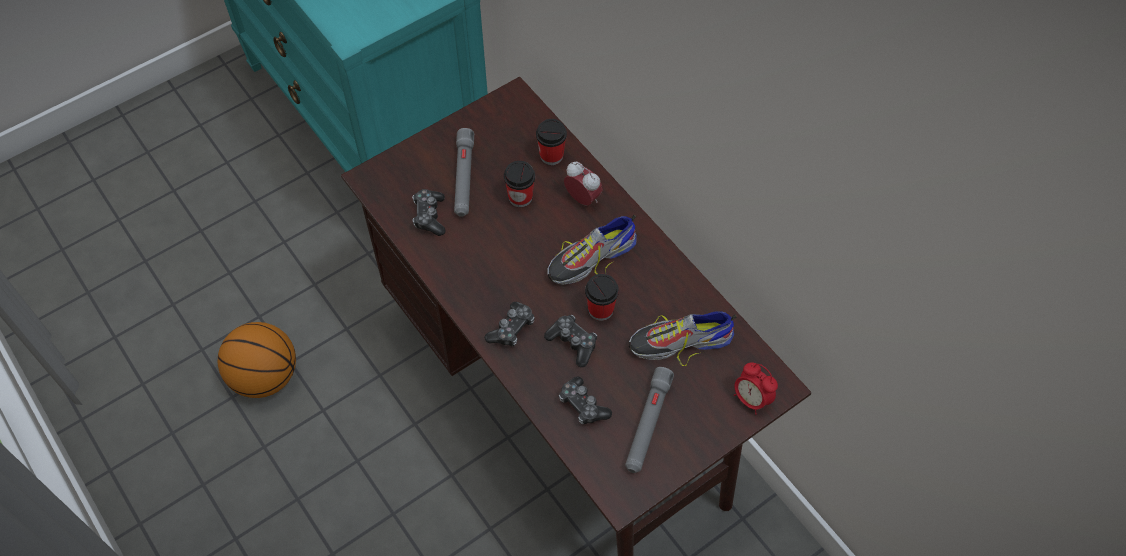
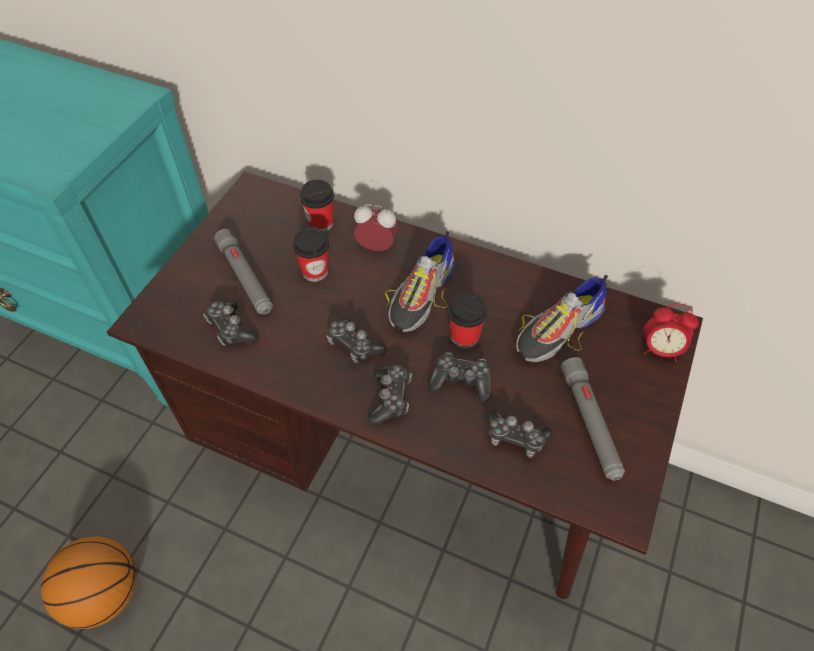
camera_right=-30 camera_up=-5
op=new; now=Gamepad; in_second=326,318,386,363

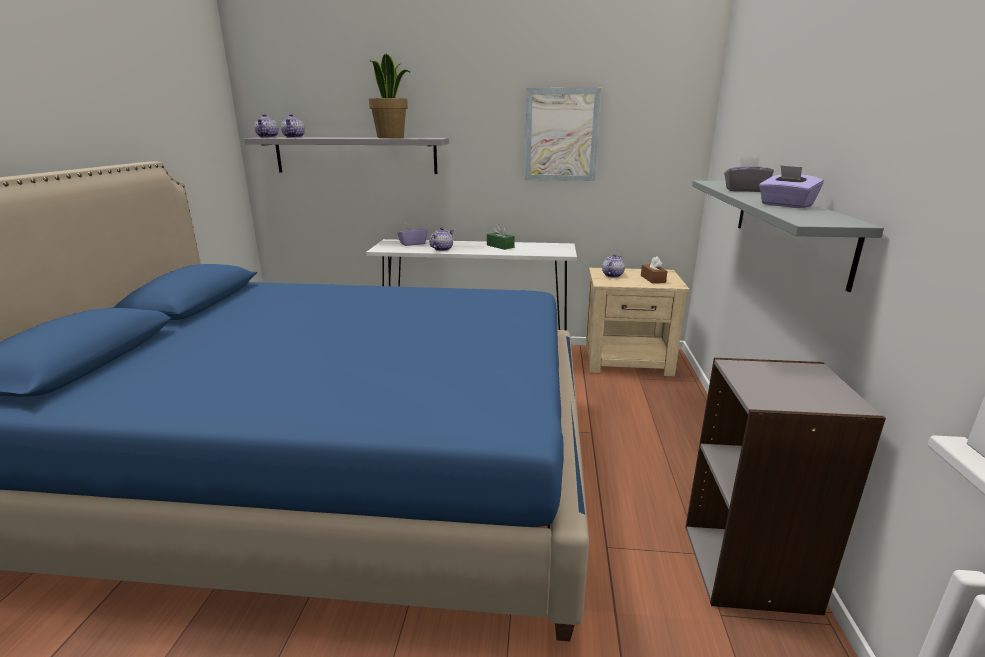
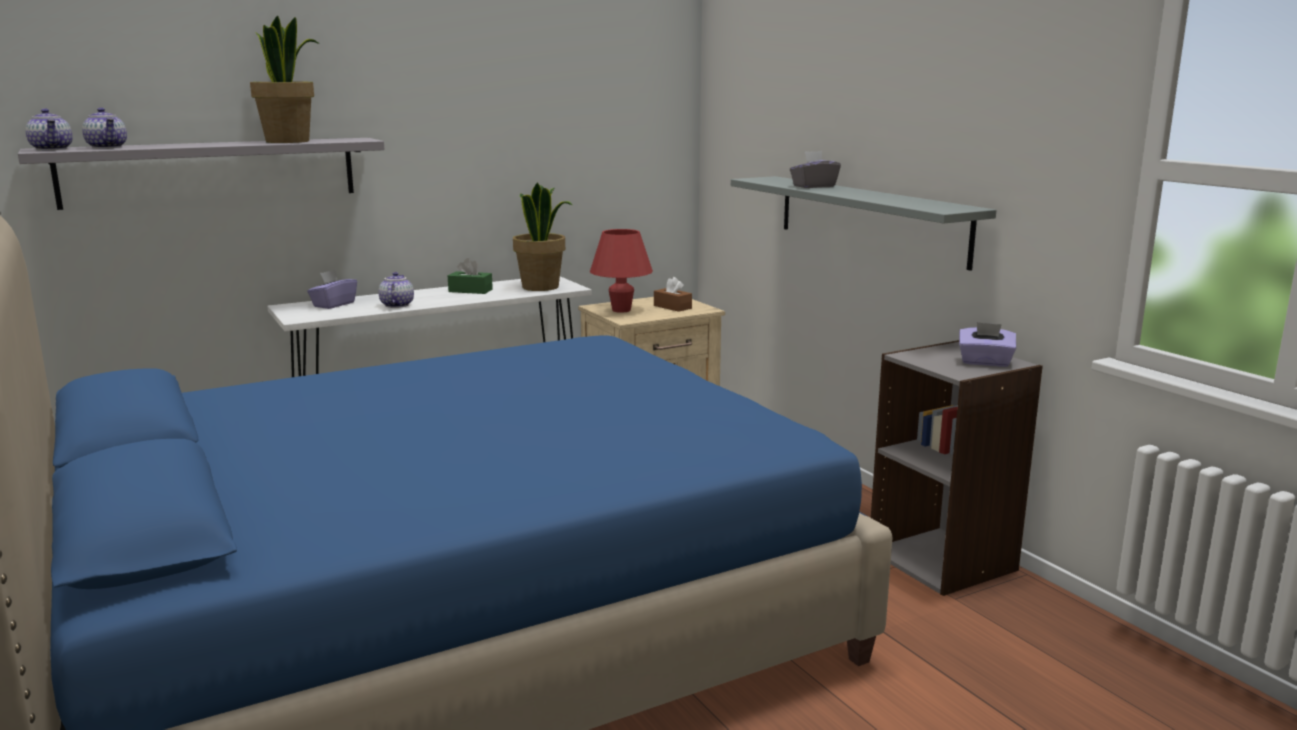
camera_right=-35 camera_up=-5
op=gone; was=Bild; in_first=525,88,601,181
op=new; now=Topfpflanze; in_second=513,183,572,291
op=shifted; was=Taschentuchbox [lila]; in_first=759,165,824,208; in_second=959,322,1016,367
op=swapped; was=Teekanne; now=Tischlampe [rot]; in_first=602,254,625,277; in_second=590,229,653,313

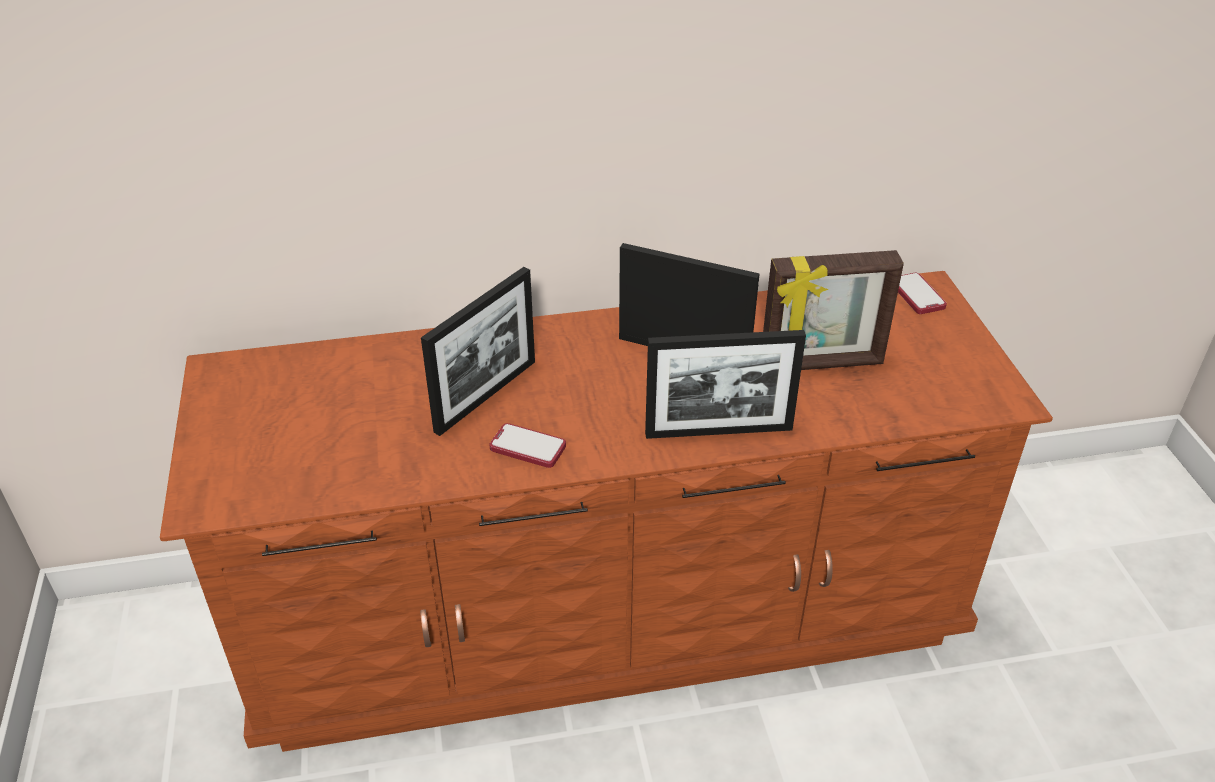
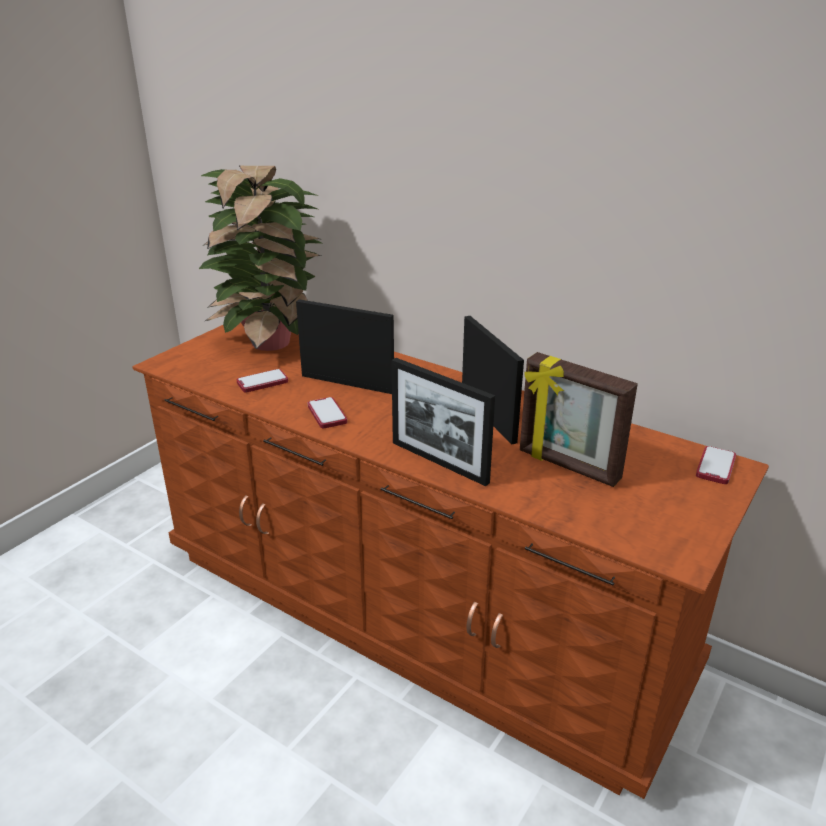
camera_right=45 camera_up=-10
op=new; now=Topfpflanze; in_second=199,166,324,351
op=new; now=Handy; in_second=237,369,288,393
op=rotated; was=Bilderrahmen; in_first=421,267,535,436; in_second=296,299,394,394; clockwise=-150

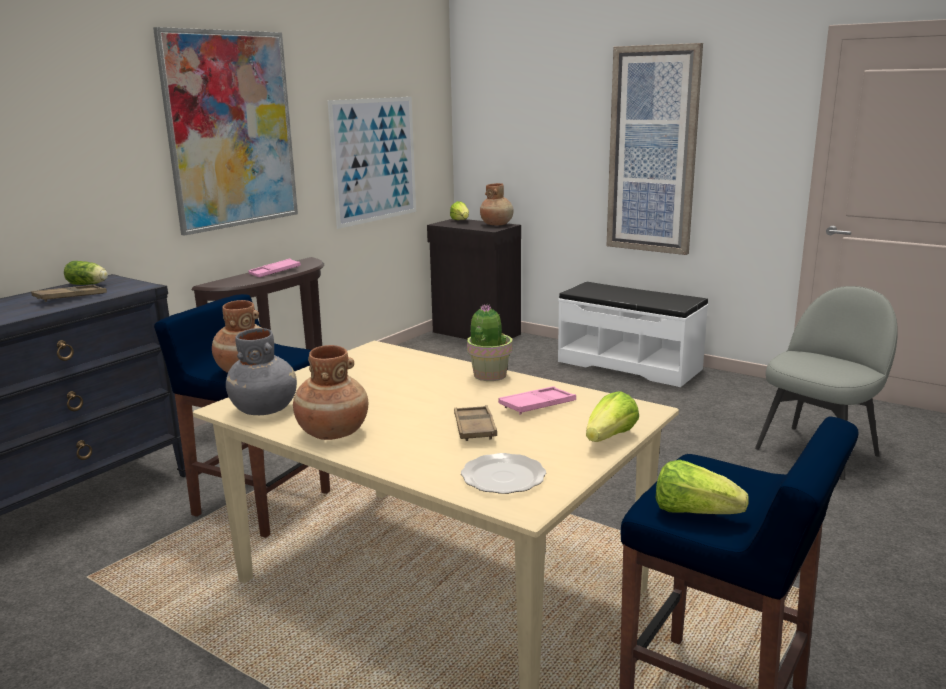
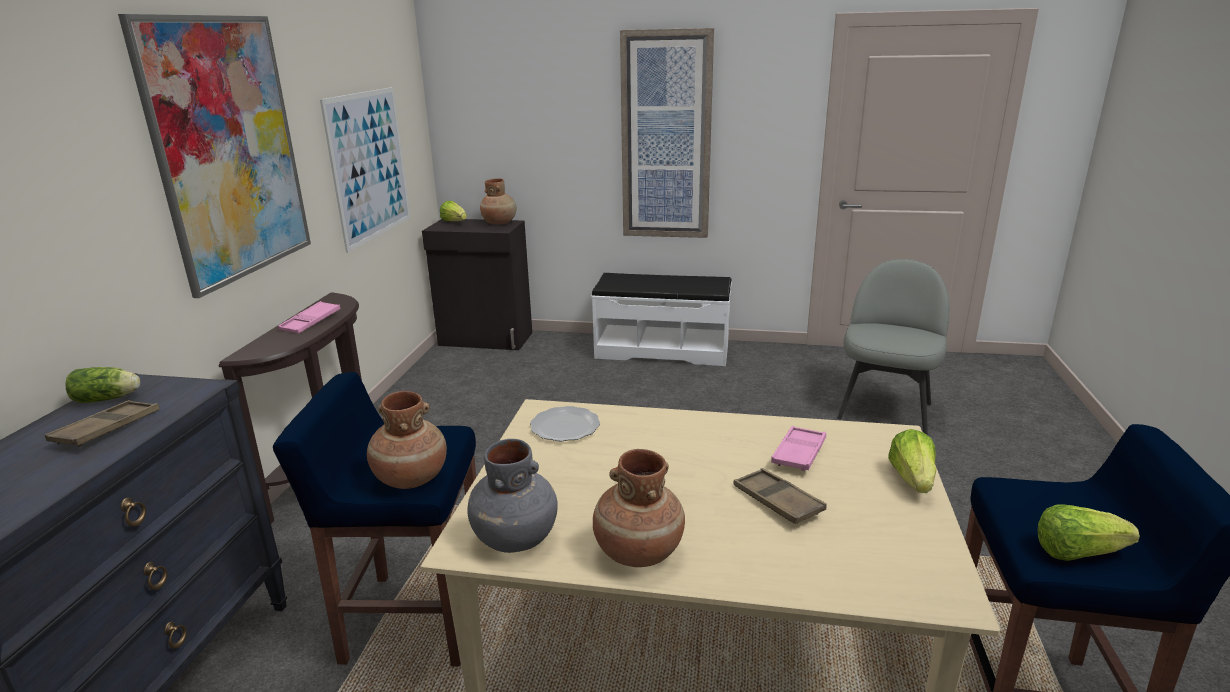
camera_right=-25 camera_up=5
op=gone; was=Topfpflanze; in_first=467,304,512,381
op=shifted; was=Teller; in_first=461,453,546,494; in_second=530,406,600,441

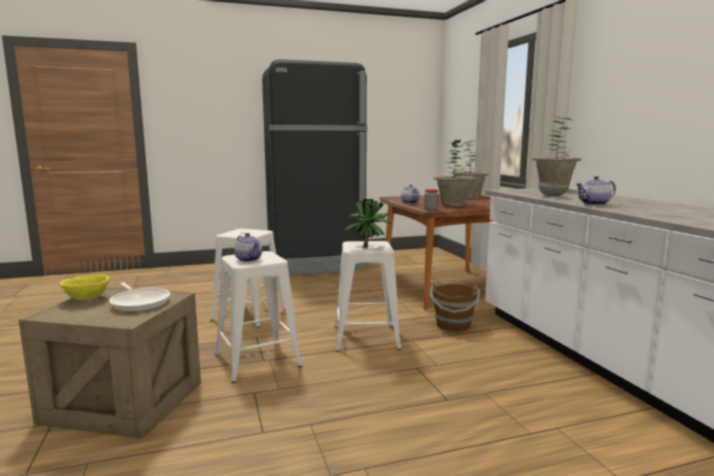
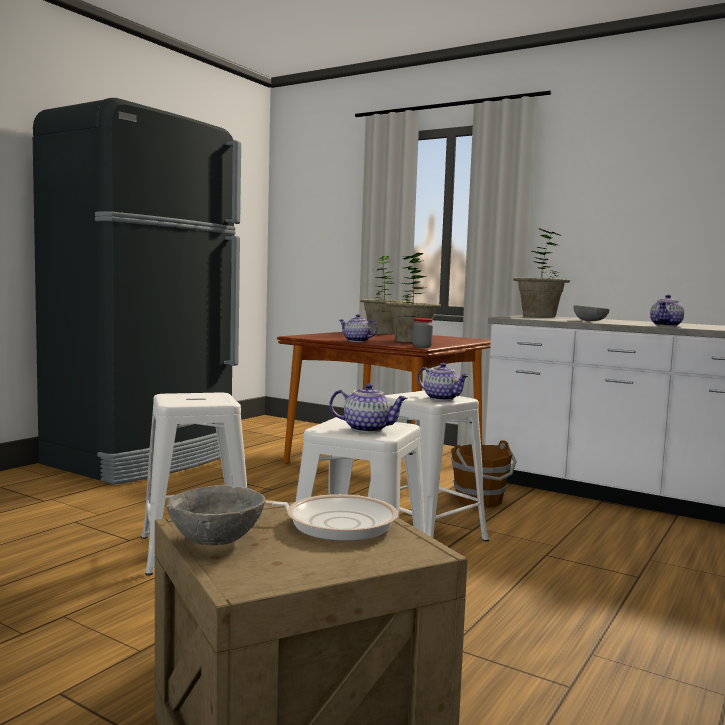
camera_right=-40 camera_up=-5
op=swapped; was=Topfpflanze; now=Teekanne; in_first=344,199,391,248; in_second=418,363,469,401
op=repainted; was=Schüssel [gelb]; now=Schüssel [grau]; in_first=60,274,110,300; in_second=166,485,266,545

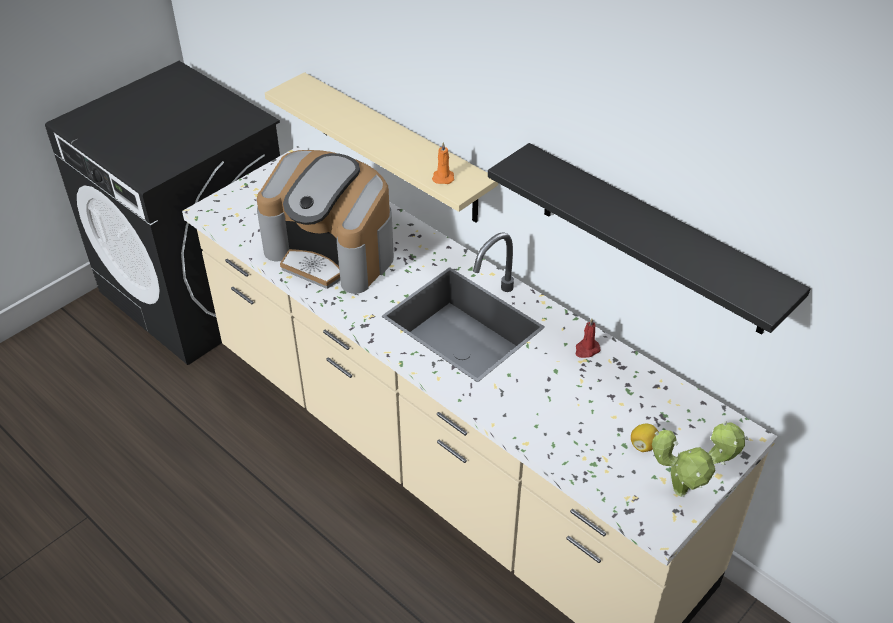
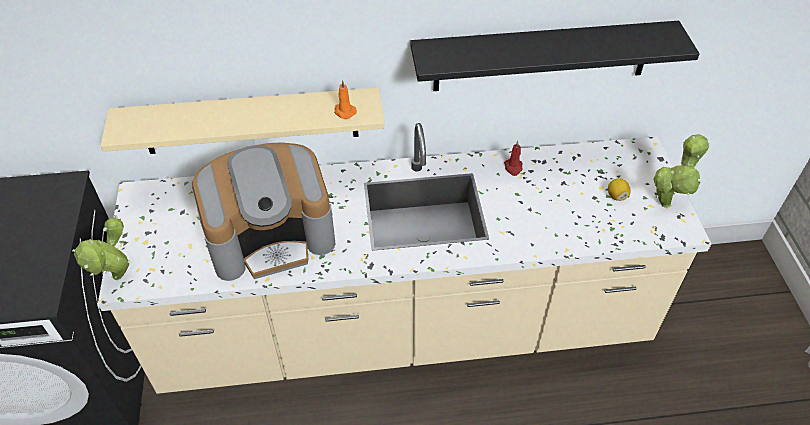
camera_right=-50 camera_up=5
op=new; now=Topfpflanze; in_second=72,215,131,280

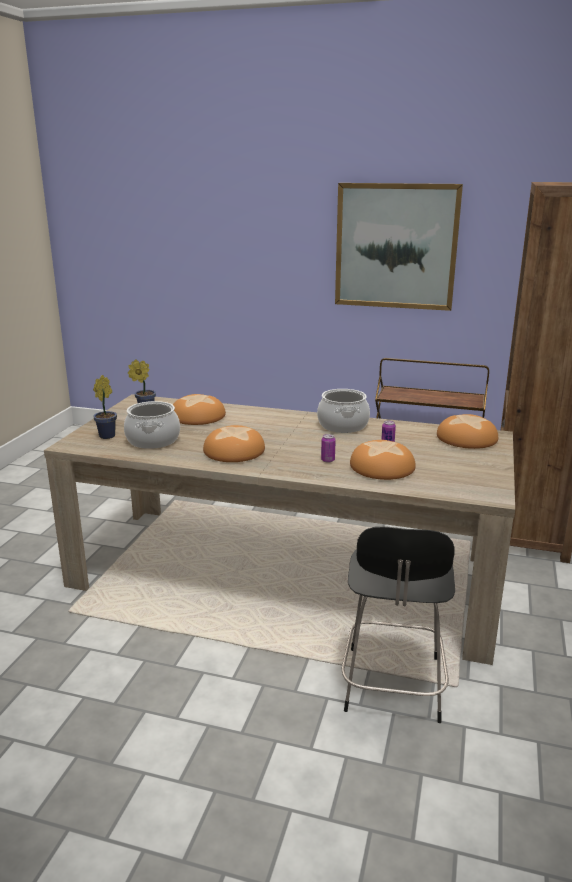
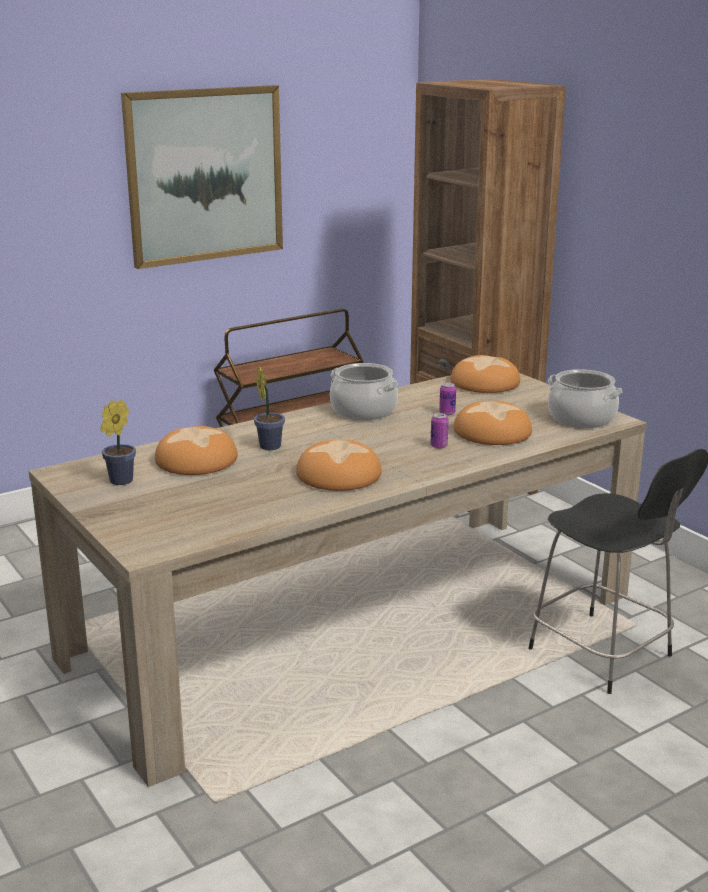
camera_right=-50 camera_up=0
op=shifted; was=Topfpflanze; in_first=93,375,117,439; in_second=254,366,285,450
op=shifted; was=Kochtopf; in_first=124,401,180,449; in_second=548,369,622,428

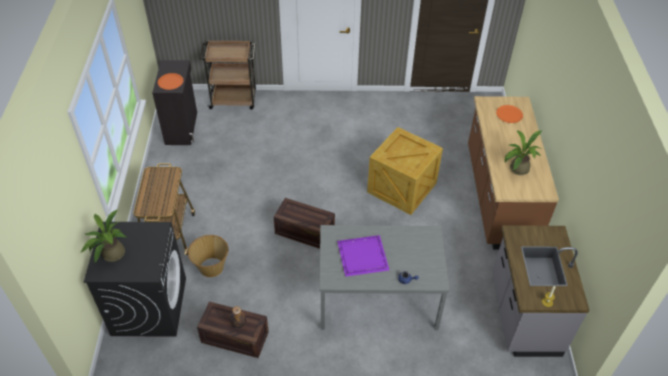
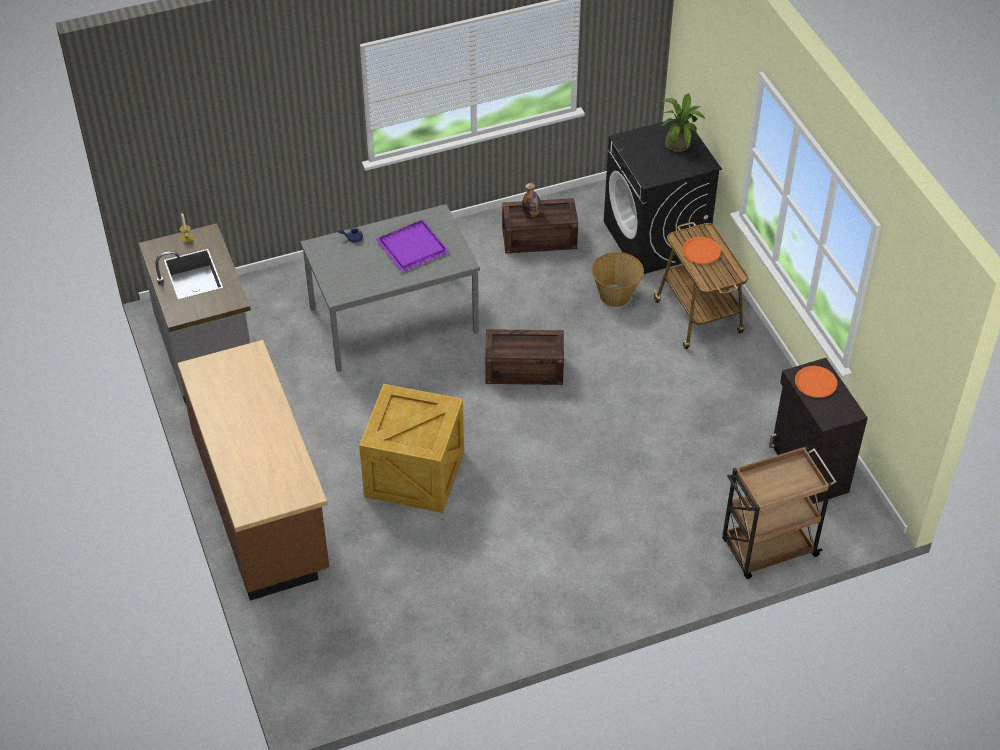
camera_right=160 camera_up=0
op=gone; was=Topfpflanze; in_first=505,130,542,175
op=shifted; was=Teller [orange]; in_first=496,105,523,123; in_second=682,237,721,264

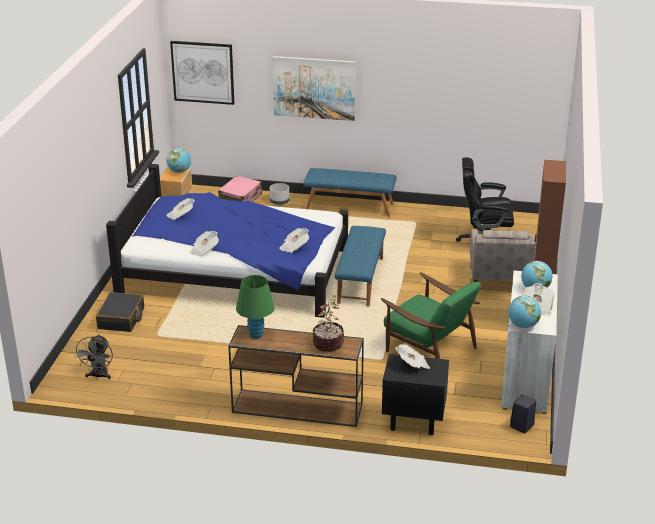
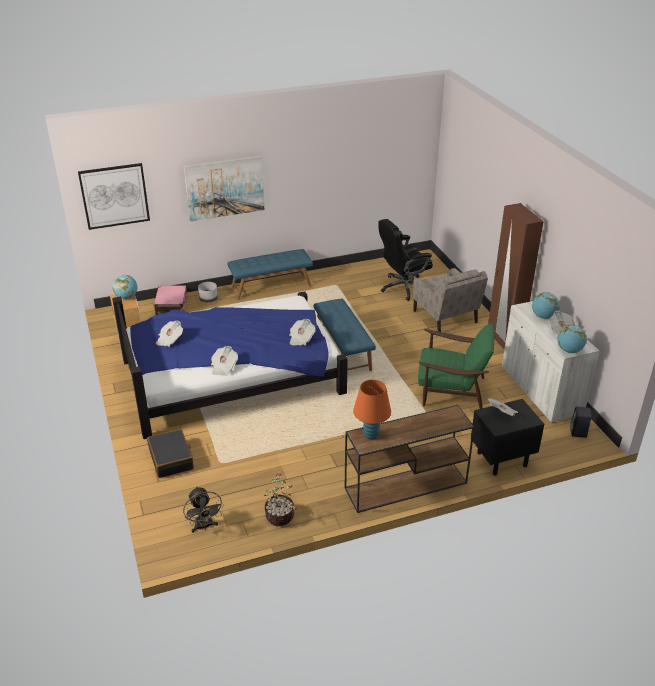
camera_right=-30 camera_up=5
op=shifted; was=Topfpflanze; in_first=313,295,344,352; in_second=264,474,298,526
op=repainted; was=Tischlampe [grün]; now=Tischlampe [orange]; in_first=236,275,275,339; in_second=353,380,391,440

